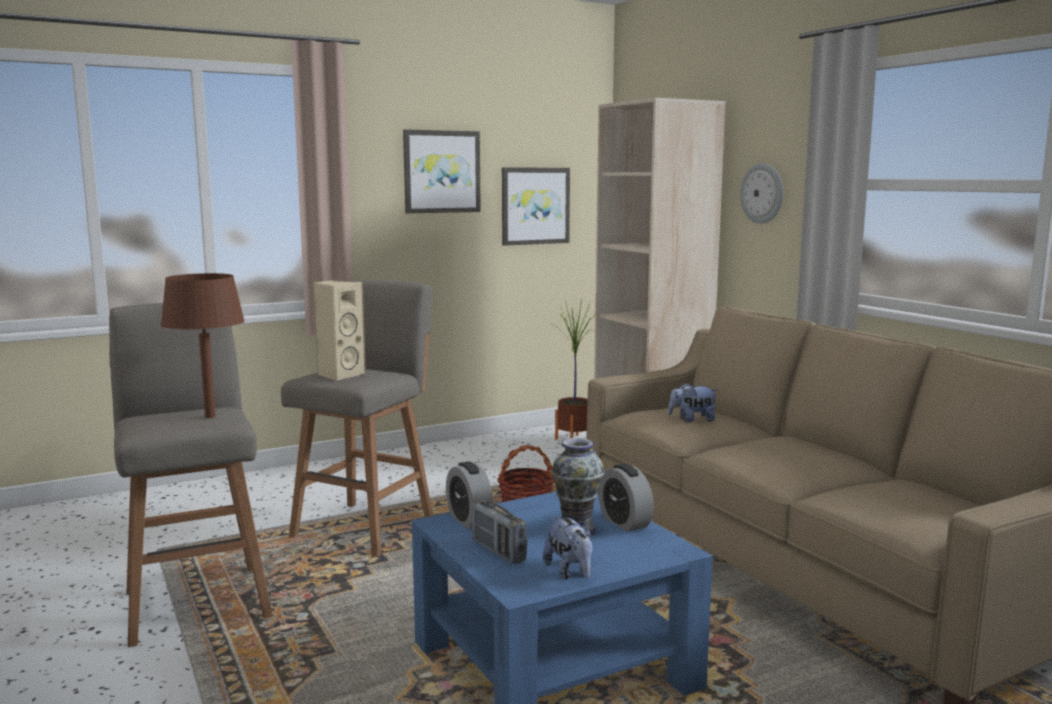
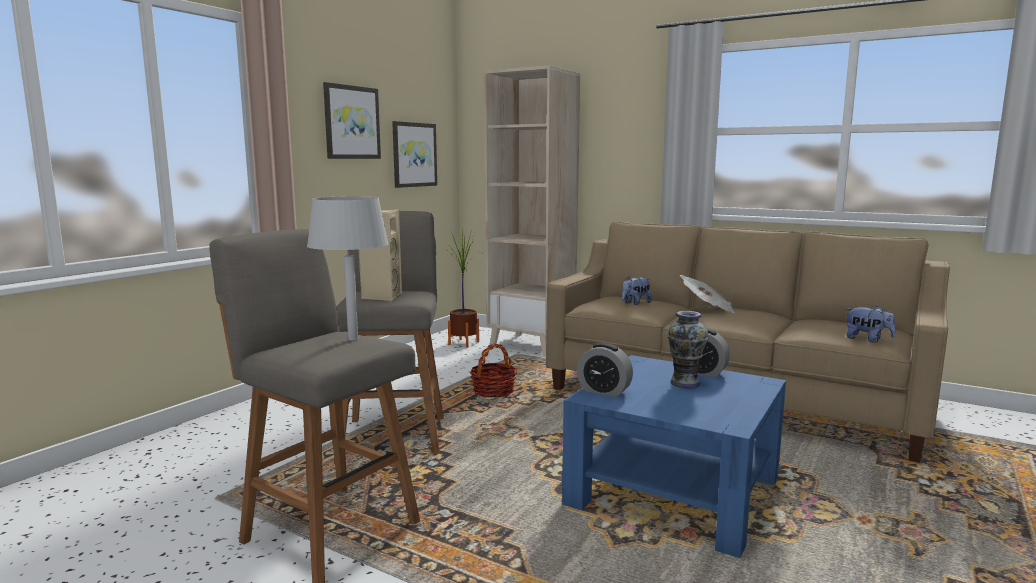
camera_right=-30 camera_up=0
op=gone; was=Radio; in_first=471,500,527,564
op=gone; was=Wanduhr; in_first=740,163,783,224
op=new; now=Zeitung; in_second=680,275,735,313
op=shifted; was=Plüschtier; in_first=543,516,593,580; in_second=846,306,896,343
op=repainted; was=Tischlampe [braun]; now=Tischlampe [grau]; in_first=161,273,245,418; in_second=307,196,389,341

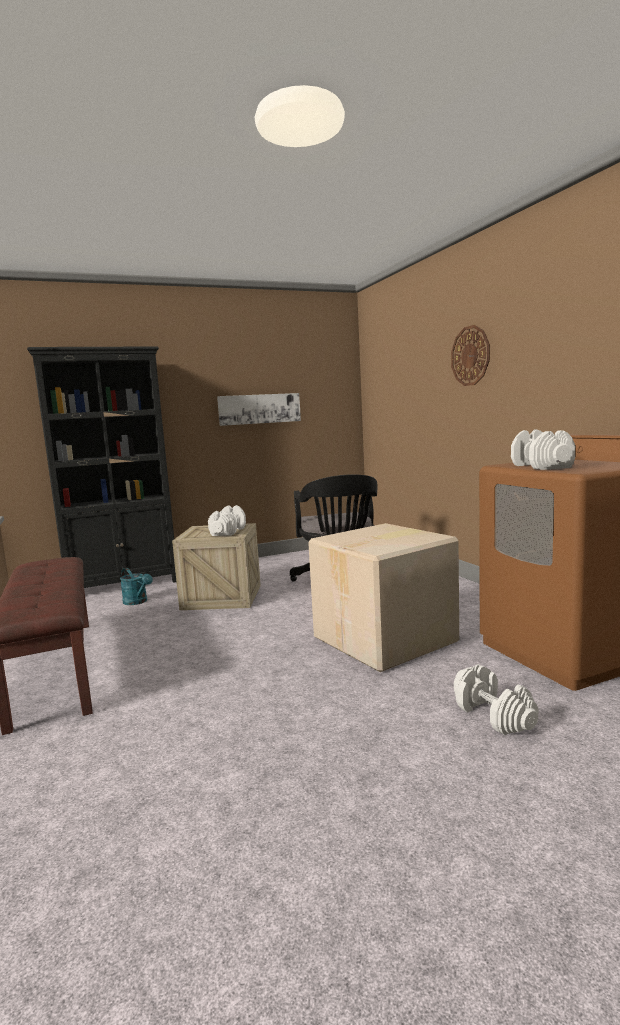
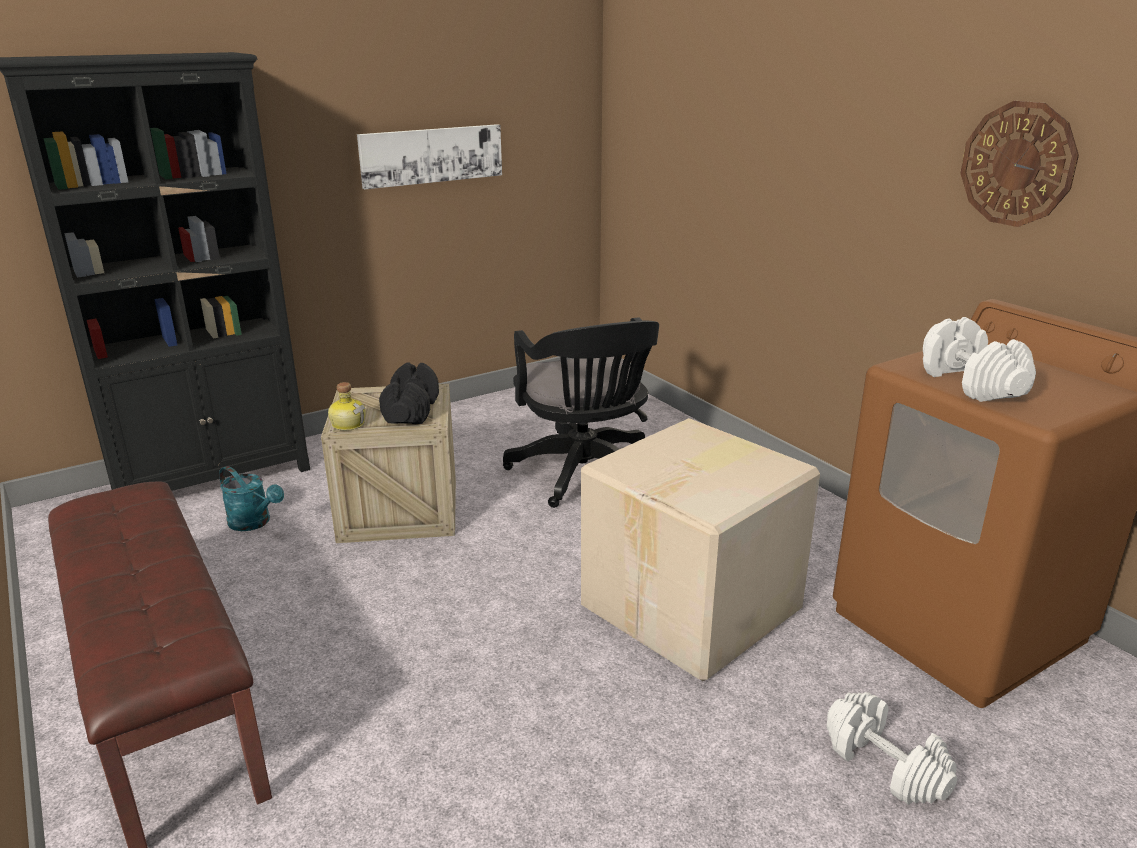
camera_right=-10 camera_up=15
op=new; now=Flasche; in_second=328,382,366,431
op=shifted; was=Wanduhr; in_first=451,325,490,386; in_second=960,101,1079,227
op=repainted; was=Hantel [weiß]; now=Hantel [schwarz]; in_first=208,505,246,536; in_second=379,362,439,424

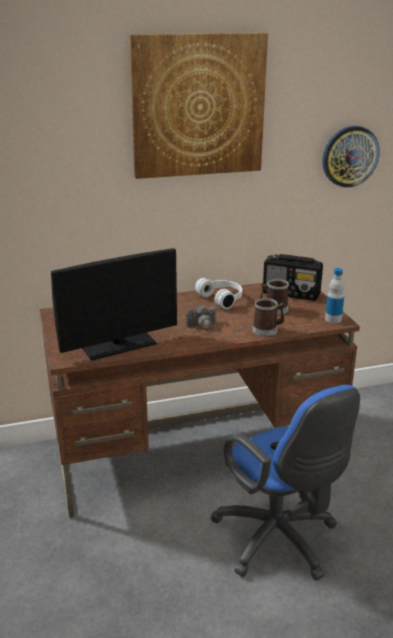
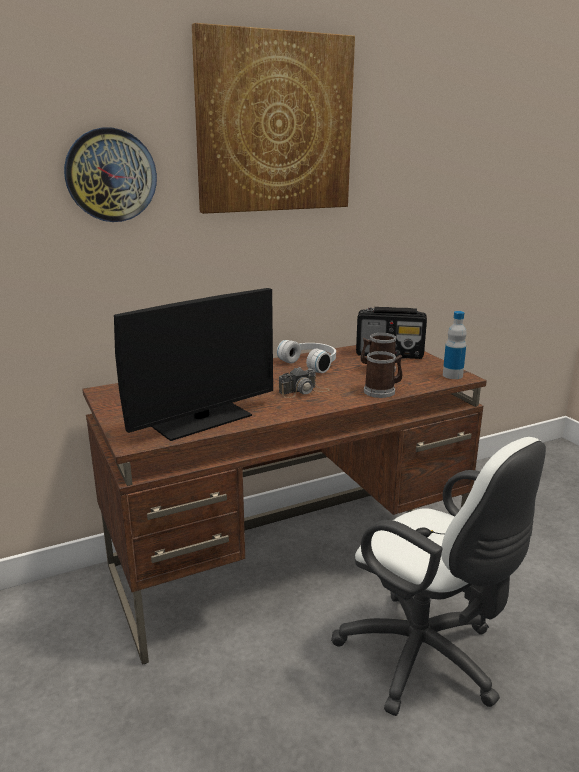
camera_right=-10 camera_up=-5
op=shifted; was=Wanduhr; in_first=322,126,380,188; in_second=64,128,157,222
op=repainted; was=Bürostuhl [blau]; now=Bürostuhl [weiß]; in_first=210,385,360,581; in_second=331,437,546,716

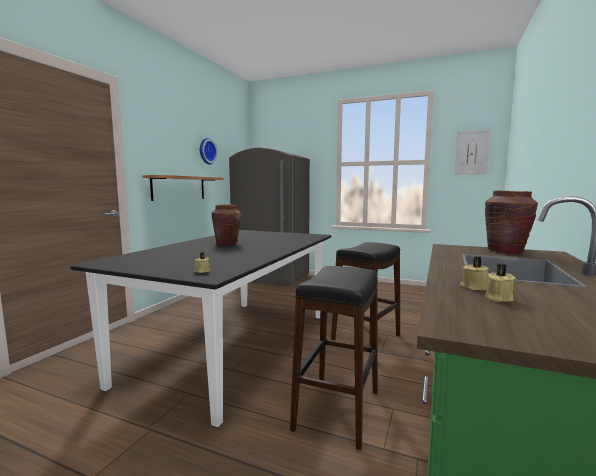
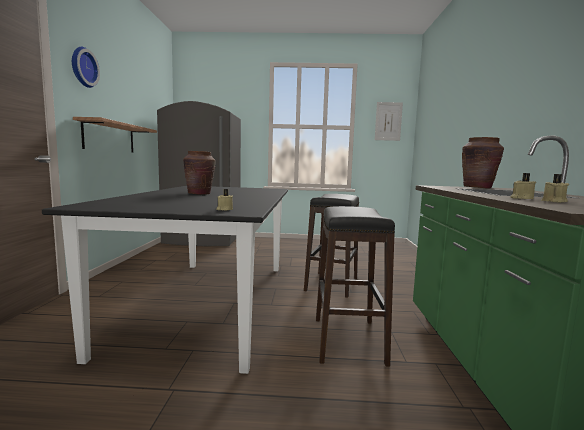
camera_right=-20 camera_up=0
op=shifted; was=Wanduhr; in_first=200,138,218,165; in_second=72,47,100,88

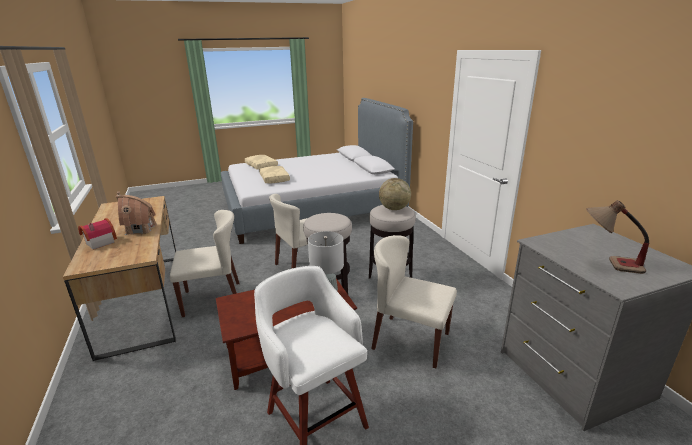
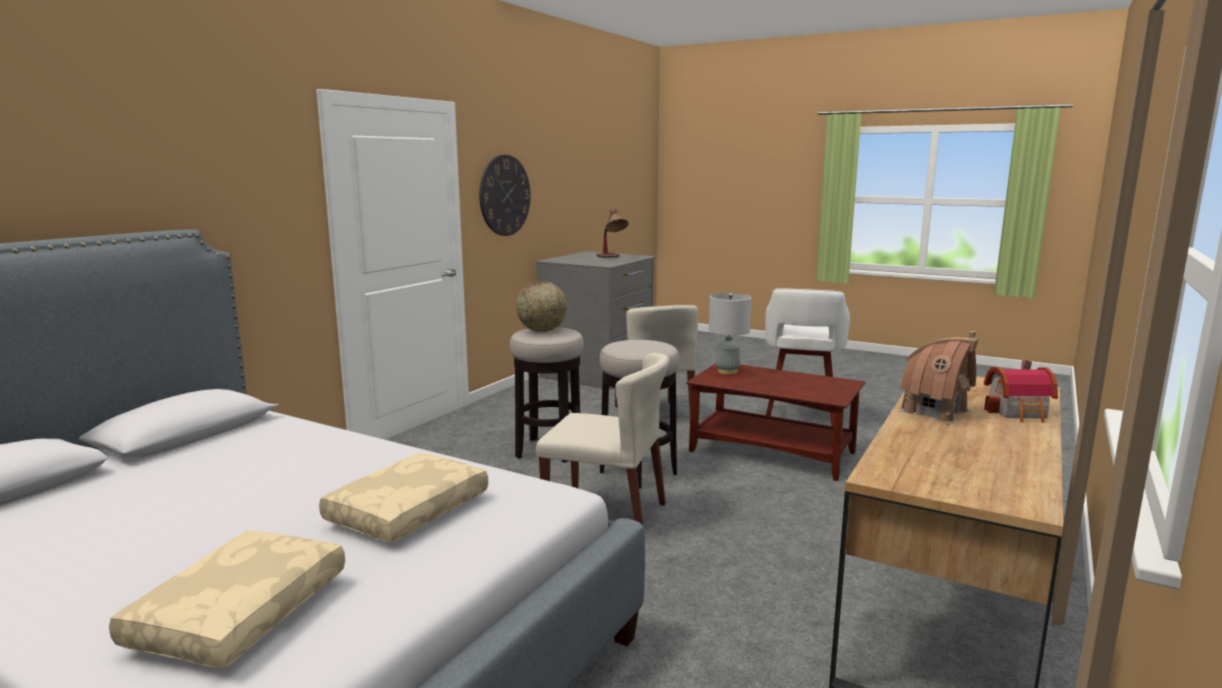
camera_right=-130 camera_up=-10
op=gone; was=Stuhl [beige]; in_first=170,210,239,317
op=new; now=Wanduhr; in_second=479,155,531,236

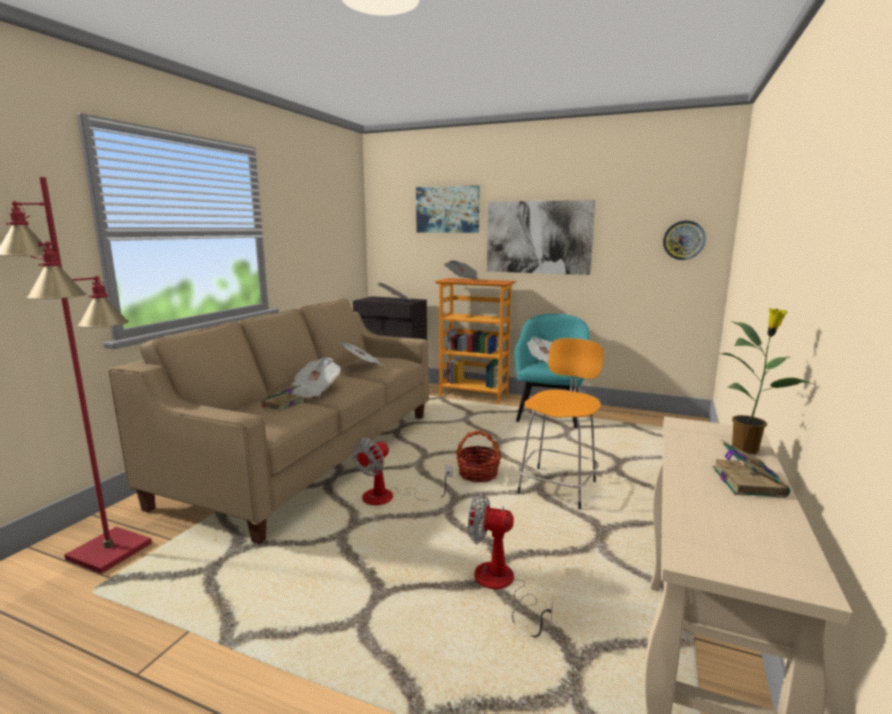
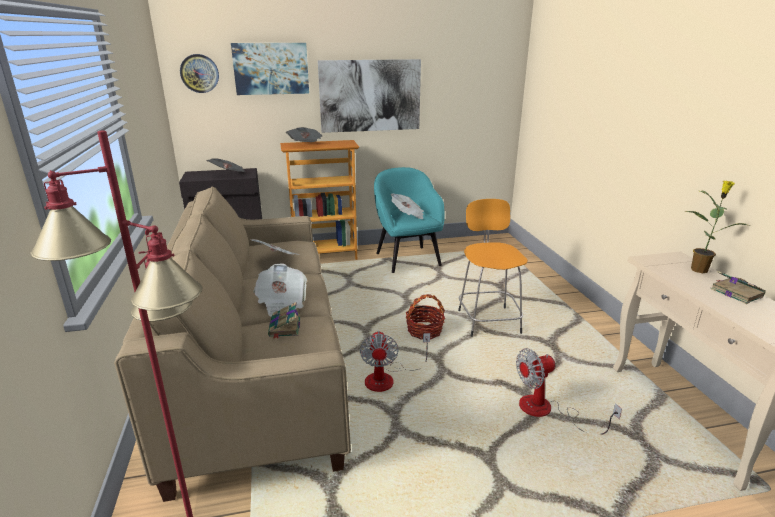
camera_right=-35 camera_up=10
op=shifted; was=Wanduhr; in_first=663,221,706,260; in_second=180,54,219,93

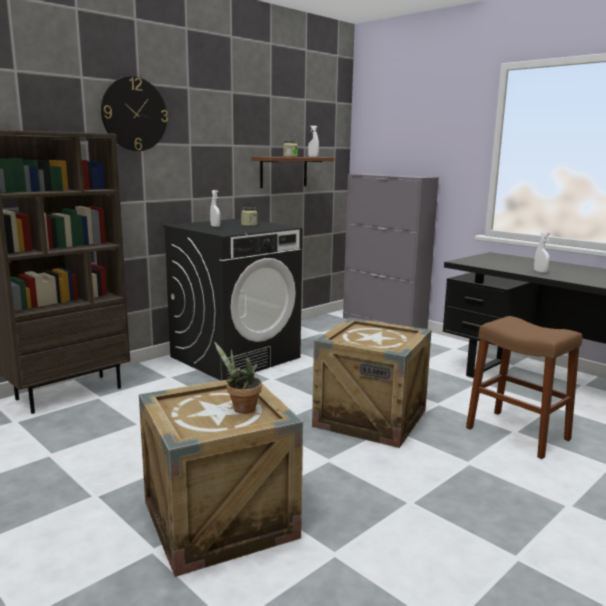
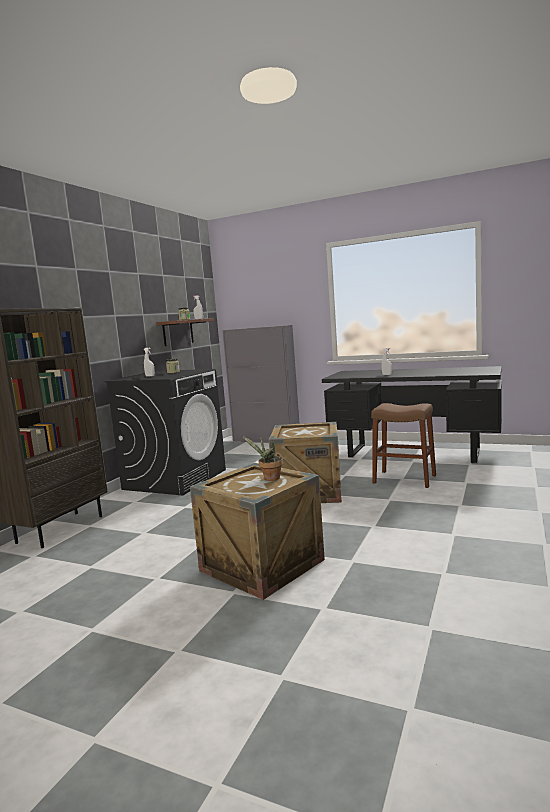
camera_right=-20 camera_up=-5
op=gone; was=Wanduhr; in_first=101,76,168,151

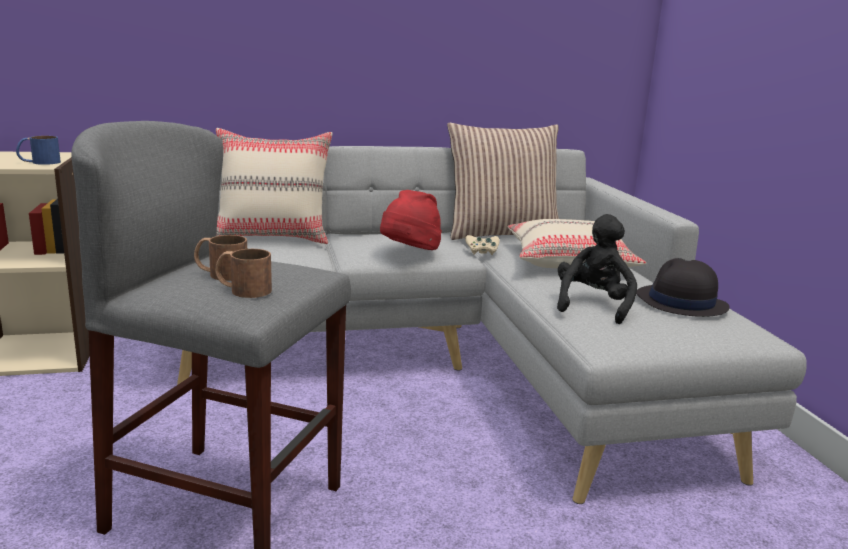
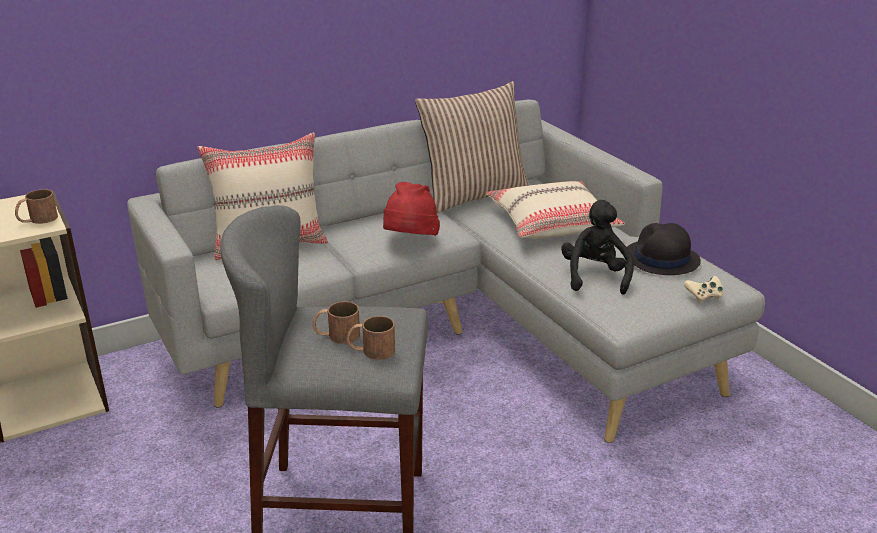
camera_right=-15 camera_up=10
op=shifted; was=Gamepad [beige]; in_first=465,235,500,255; in_second=684,276,724,303
op=repainted; was=Henkelbecher [blau]; now=Henkelbecher [braun]; in_first=16,136,61,165; in_second=15,189,58,224

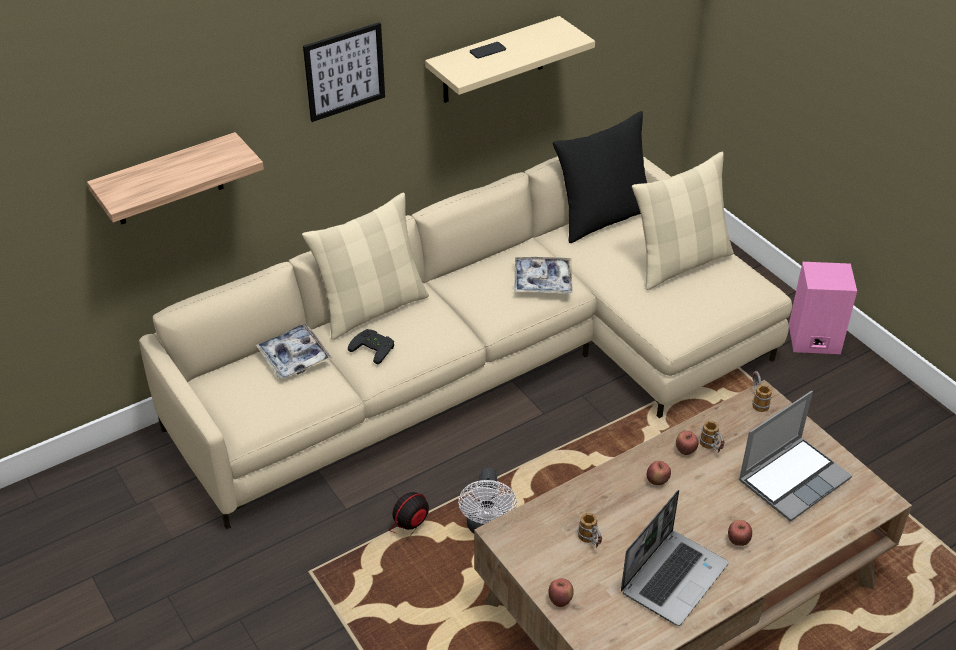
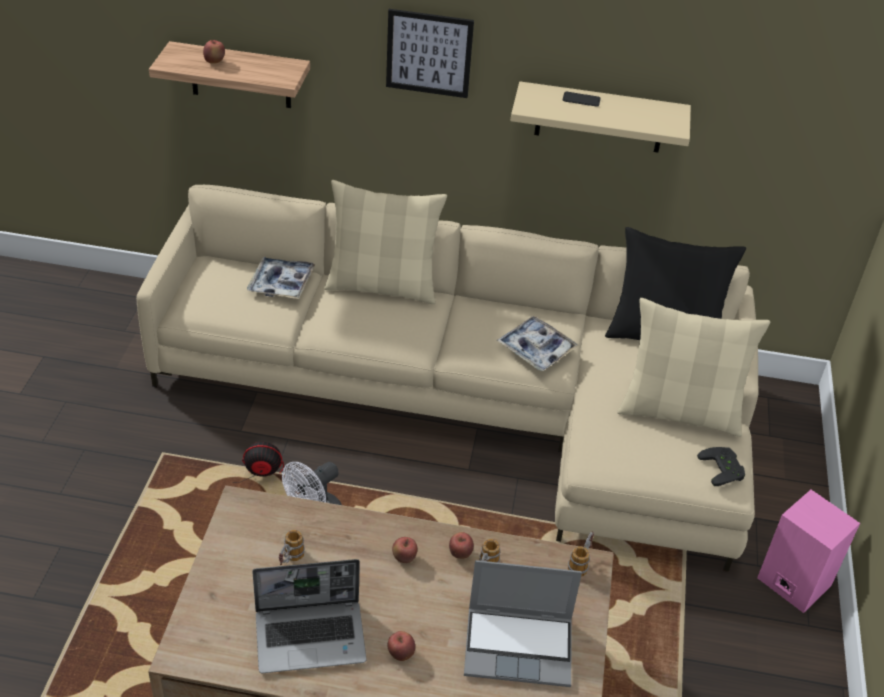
camera_right=40 camera_up=0
op=shifted; was=Gamepad [schwarz]; in_first=348,329,394,365; in_second=697,447,745,486
op=shifted; was=Apfel; in_first=549,578,574,607; in_second=203,40,225,64

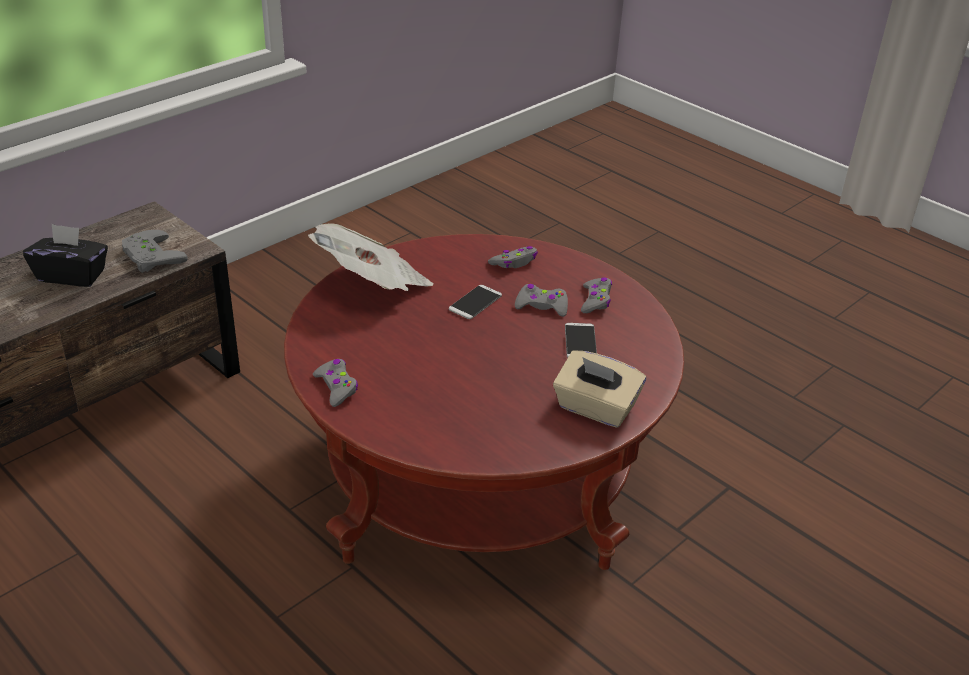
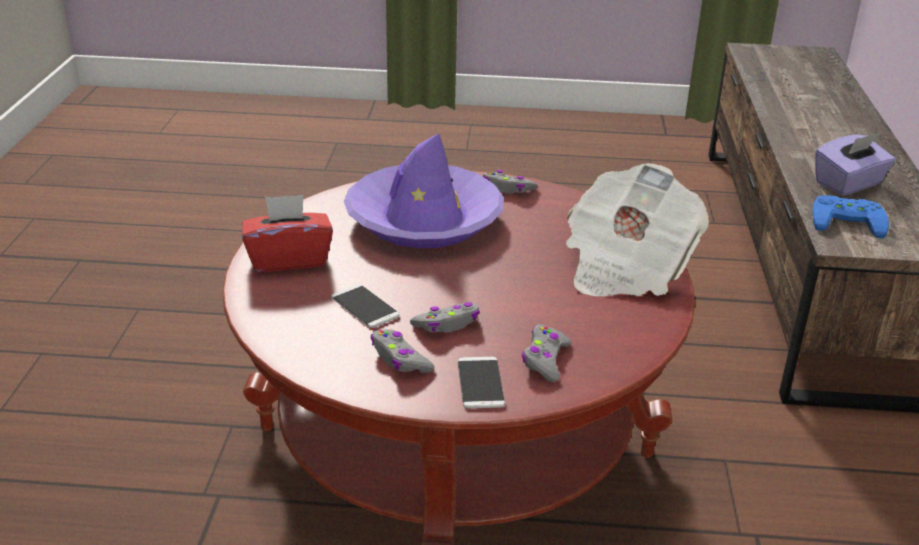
camera_right=140 camera_up=-5
op=new; now=Hut [lila]; in_second=344,133,504,248
op=shifted; was=Handy; in_first=449,285,502,319; in_second=458,357,505,409
op=repainted; was=Taschentuchbox [schwarz]; now=Taschentuchbox [lila]; in_first=23,224,108,287; in_second=815,133,895,196
op=repainted; was=Gamepad [grau]; now=Gamepad [blau]; in_first=122,230,188,273; in_second=813,196,889,239
op=repainted; was=Taschentuchbox [beige]; now=Taschentuchbox [rot]; in_first=553,350,646,428; in_second=242,195,333,272

